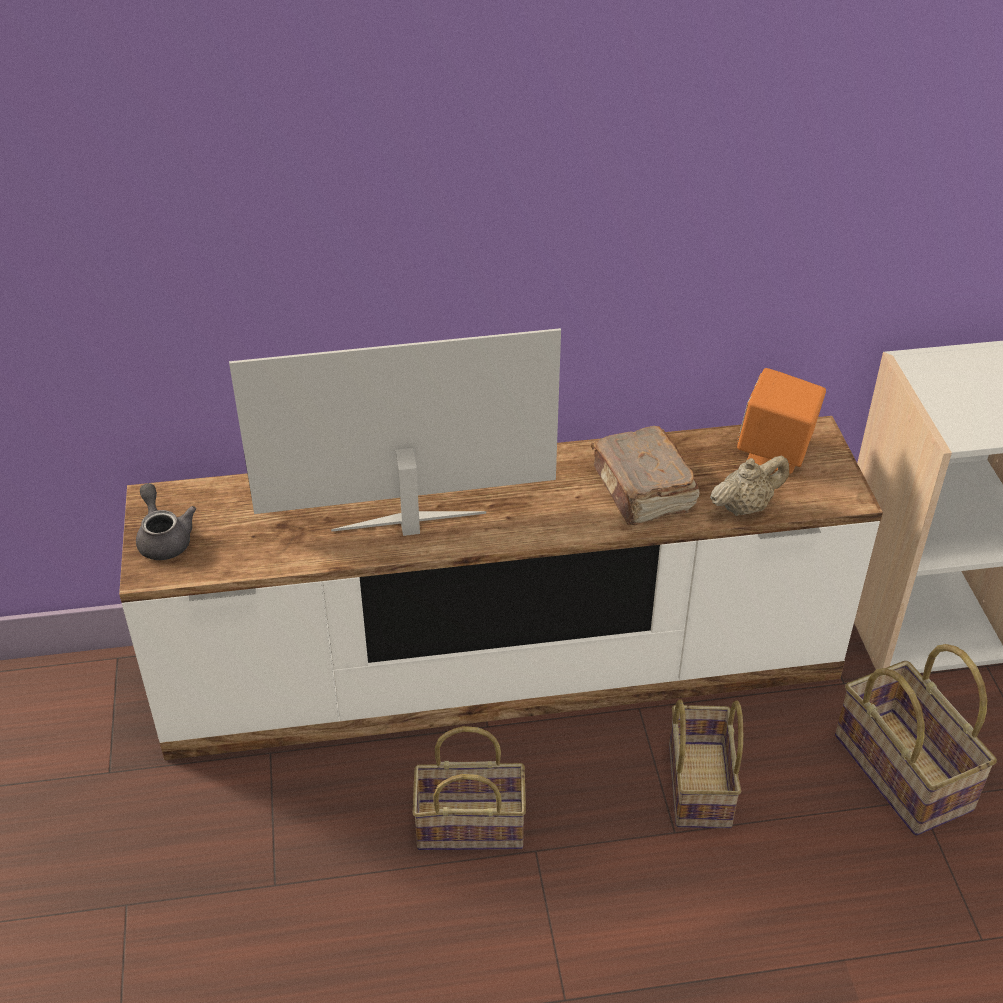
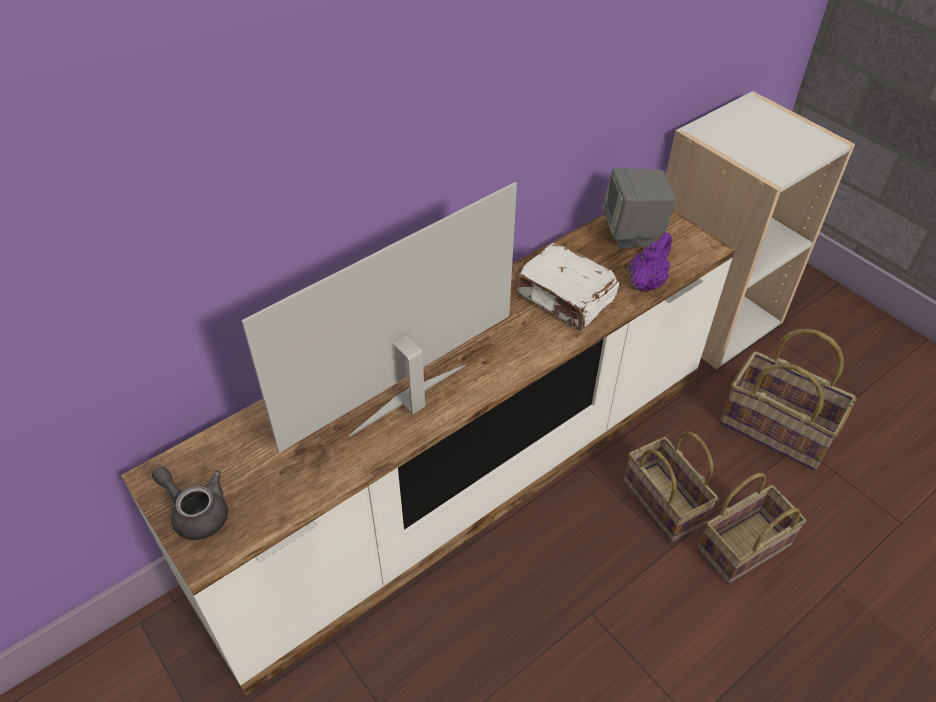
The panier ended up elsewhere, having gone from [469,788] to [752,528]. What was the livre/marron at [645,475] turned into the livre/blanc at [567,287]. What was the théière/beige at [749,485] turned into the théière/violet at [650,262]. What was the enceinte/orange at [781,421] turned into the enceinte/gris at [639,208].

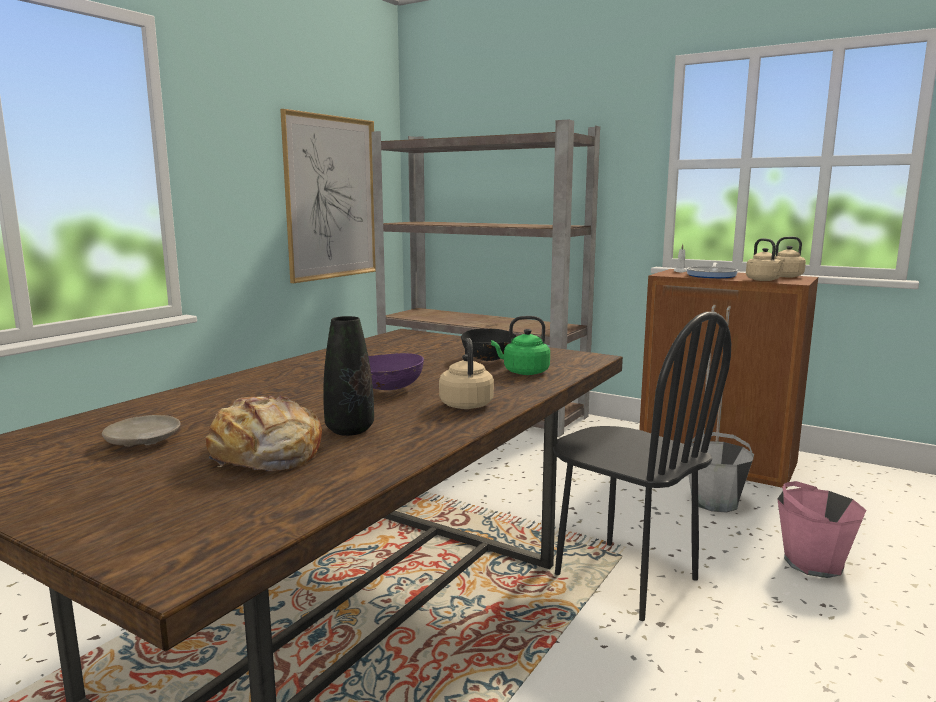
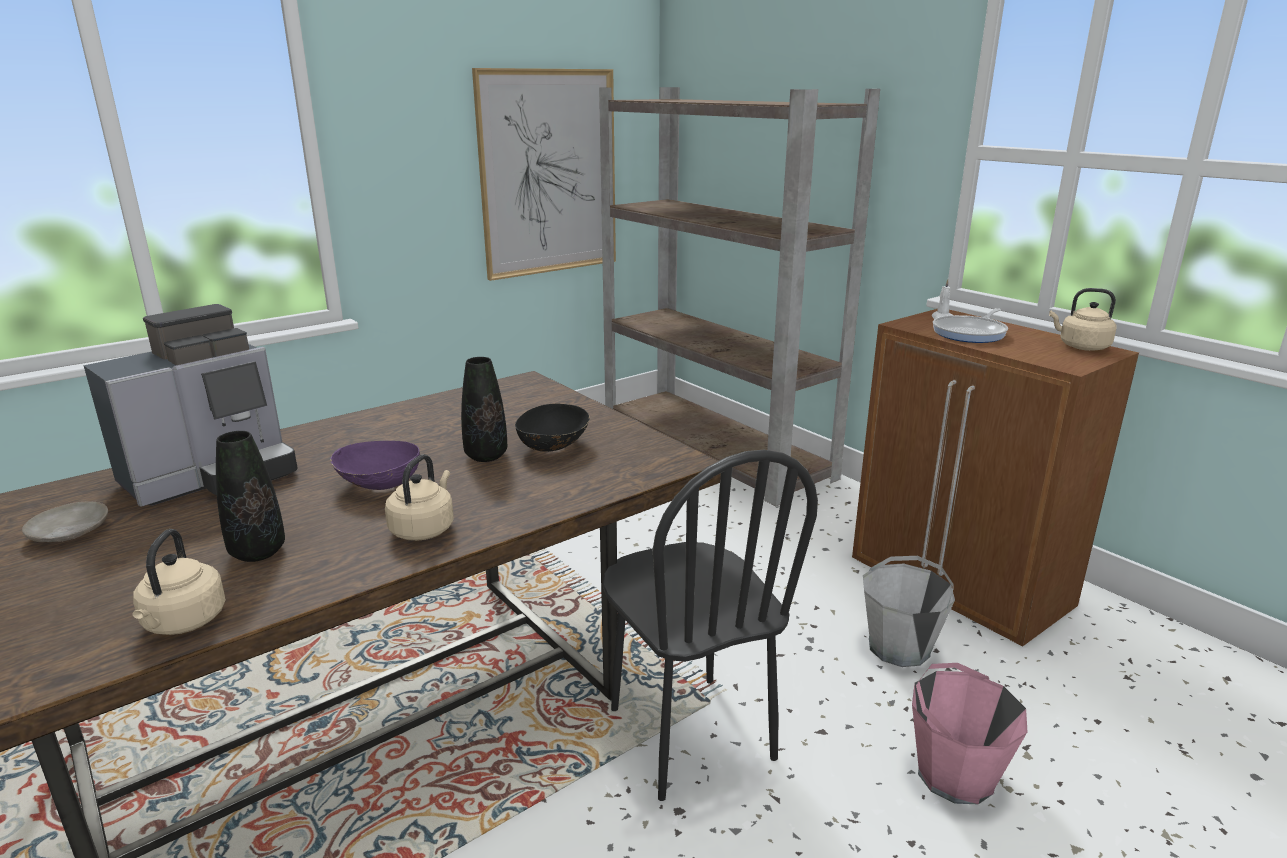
The second view lost the pain at [263,433]. The second view lost the bouilloire/vert at [520,345]. The bouilloire/beige ended up elsewhere, having gone from [765,259] to [179,582]. The second view gained the machine à café at [190,405]. The second view gained the vase/noir at [484,409].

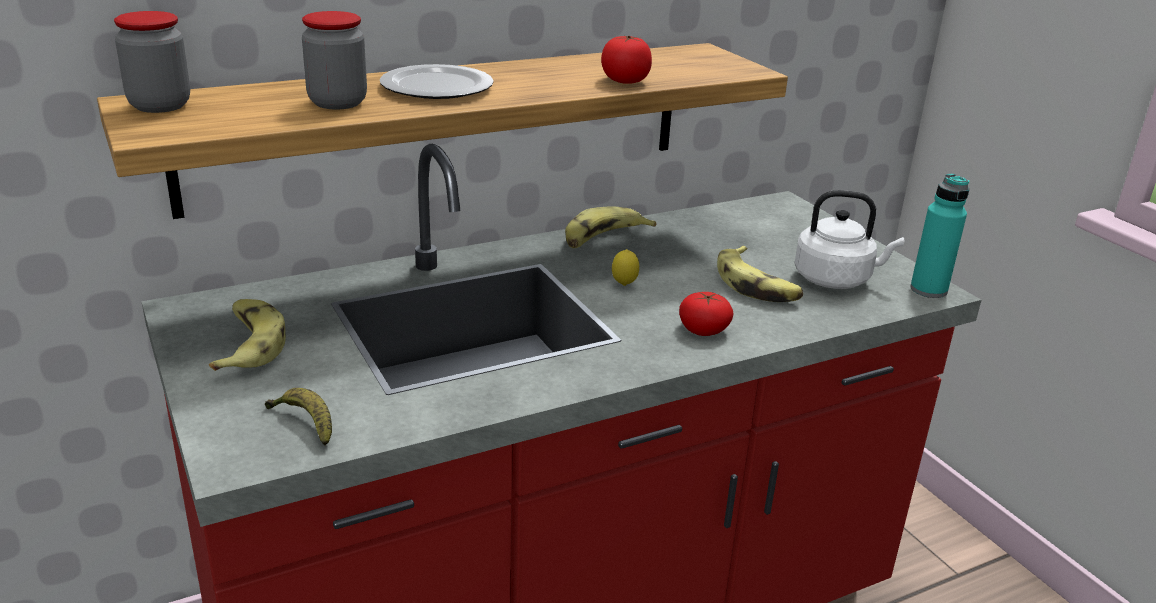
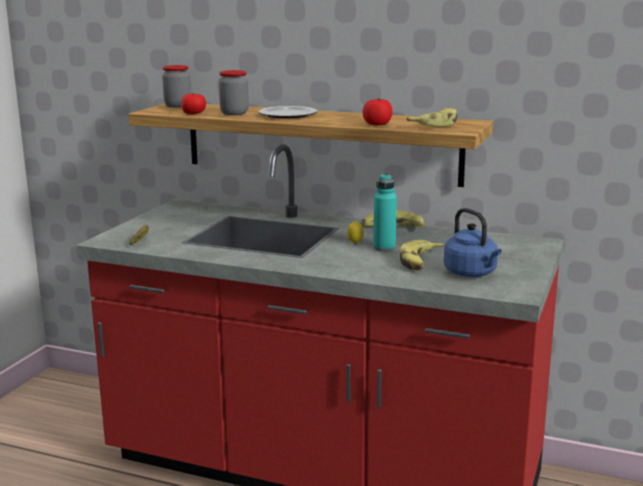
The banane ended up elsewhere, having gone from [247,335] to [431,117]. The tomate ended up elsewhere, having gone from [706,314] to [193,103]. What was the bouilloire/blanc at [849,239] turned into the bouilloire/bleu at [473,242]. The bouteille/turquoise ended up elsewhere, having gone from [940,236] to [385,213].

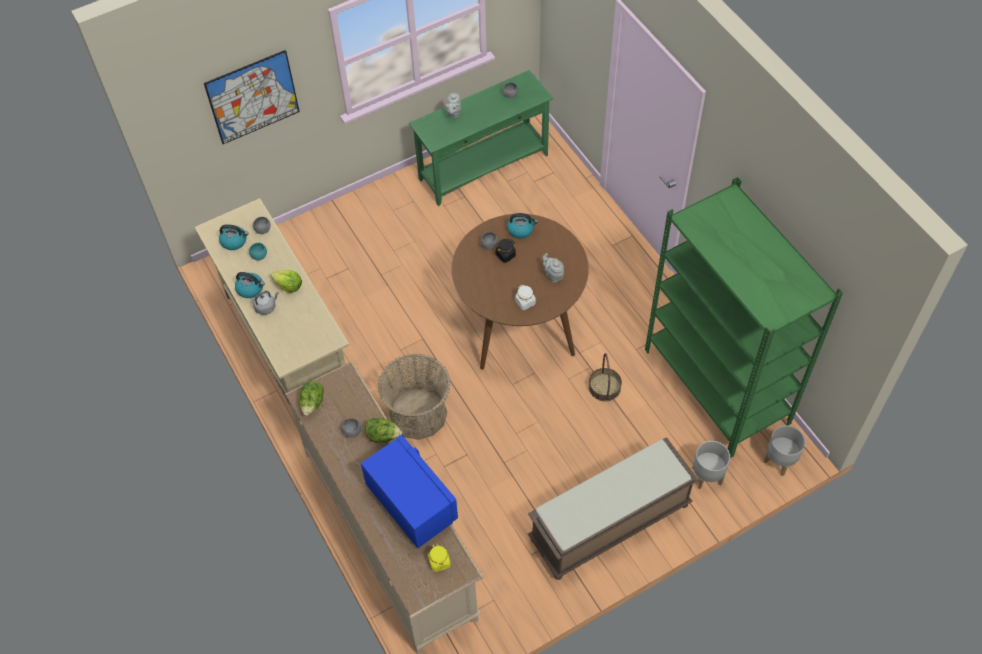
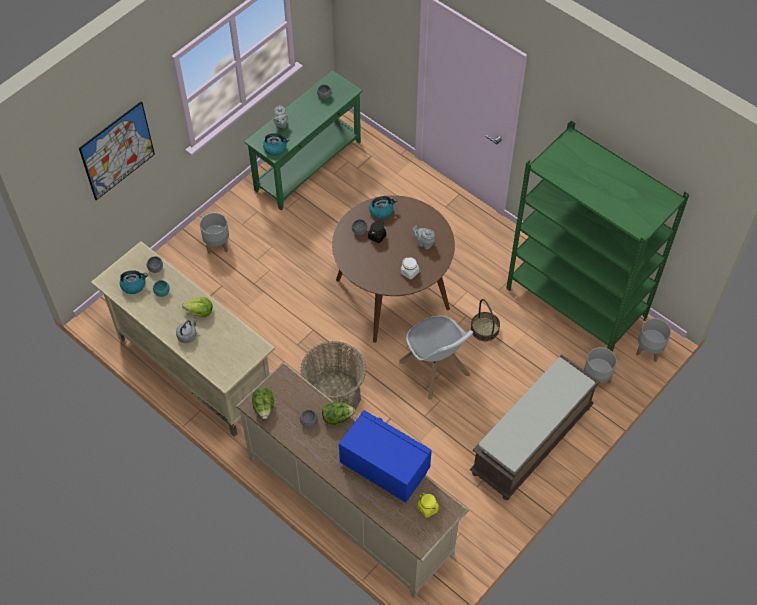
The bouilloire ended up elsewhere, having gone from [250,285] to [276,144]. The second view gained the cache-pot/gris at [214,233]. The second view gained the chaise at [436,357].

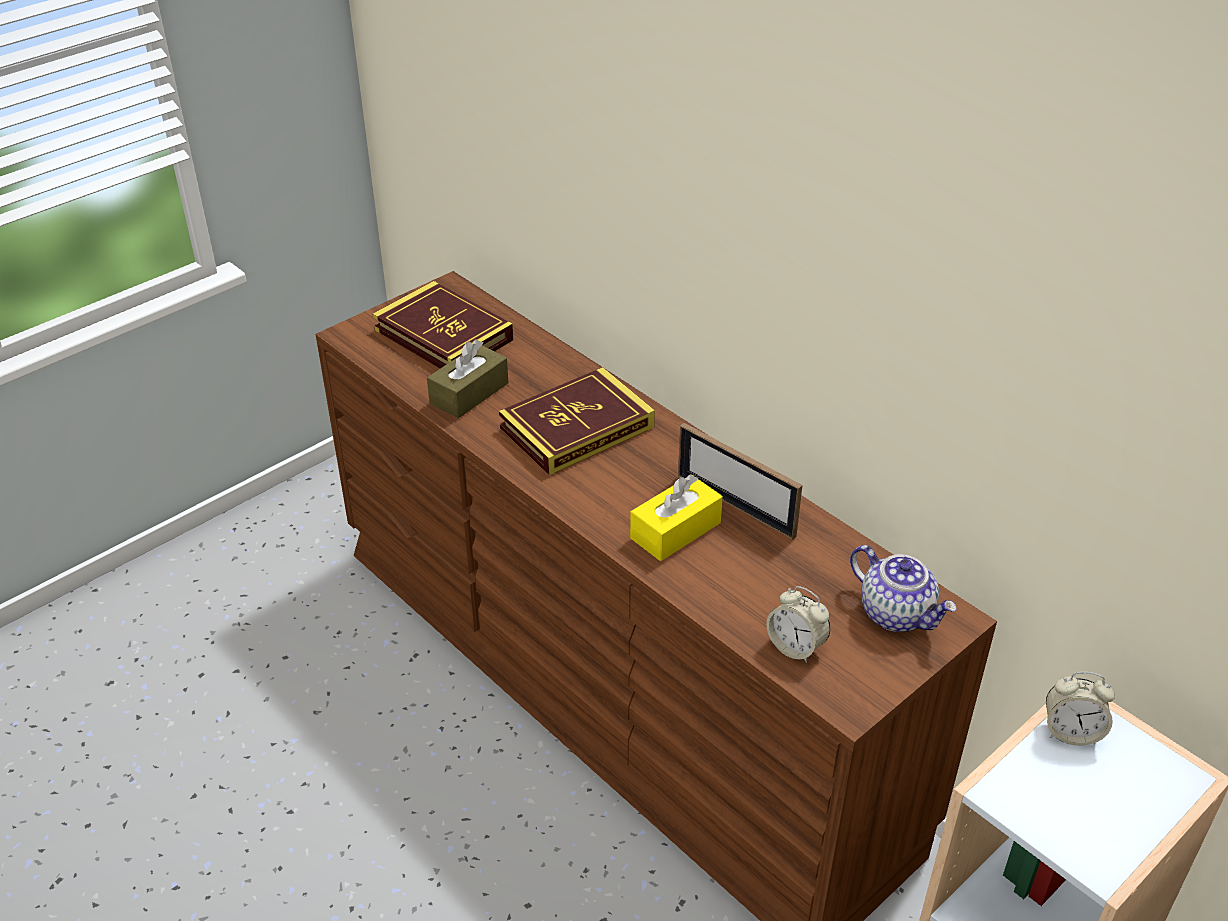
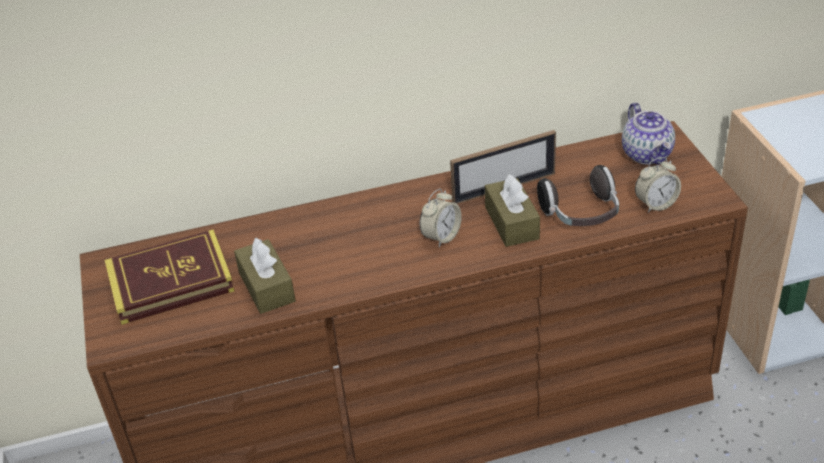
The second view lost the livre at [577,421]. What was the boîte à mouchoirs/jaune at [676,517] turned into the boîte à mouchoirs/marron at [512,210]. The théière at [903,588] ended up facing another way, 90 degrees clockwise from before. The réveil ended up elsewhere, having gone from [1080,709] to [441,218]. The second view gained the casque audio at [578,195].

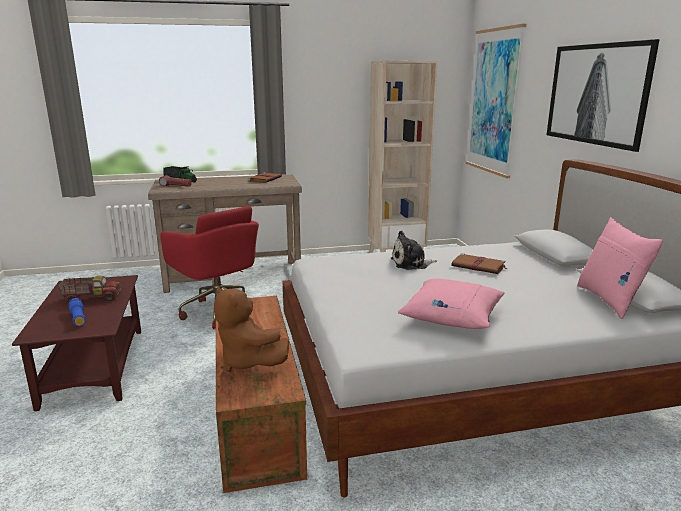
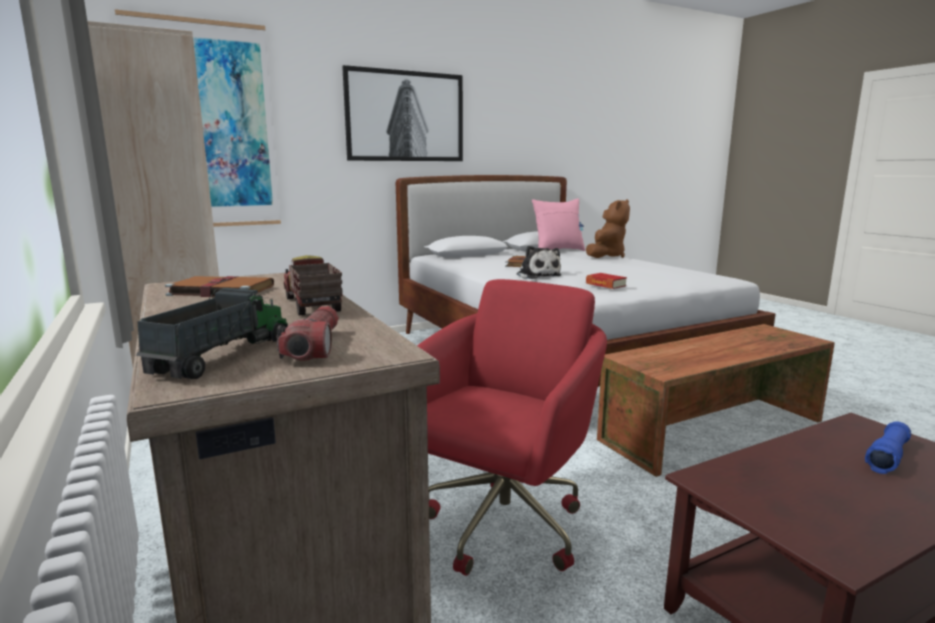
The camion jouet ended up elsewhere, having gone from [90,289] to [313,285]. The peluche/marron ended up elsewhere, having gone from [251,329] to [608,228]. The second view lost the coussin/rose at [451,303]. The second view gained the livre at [606,281].

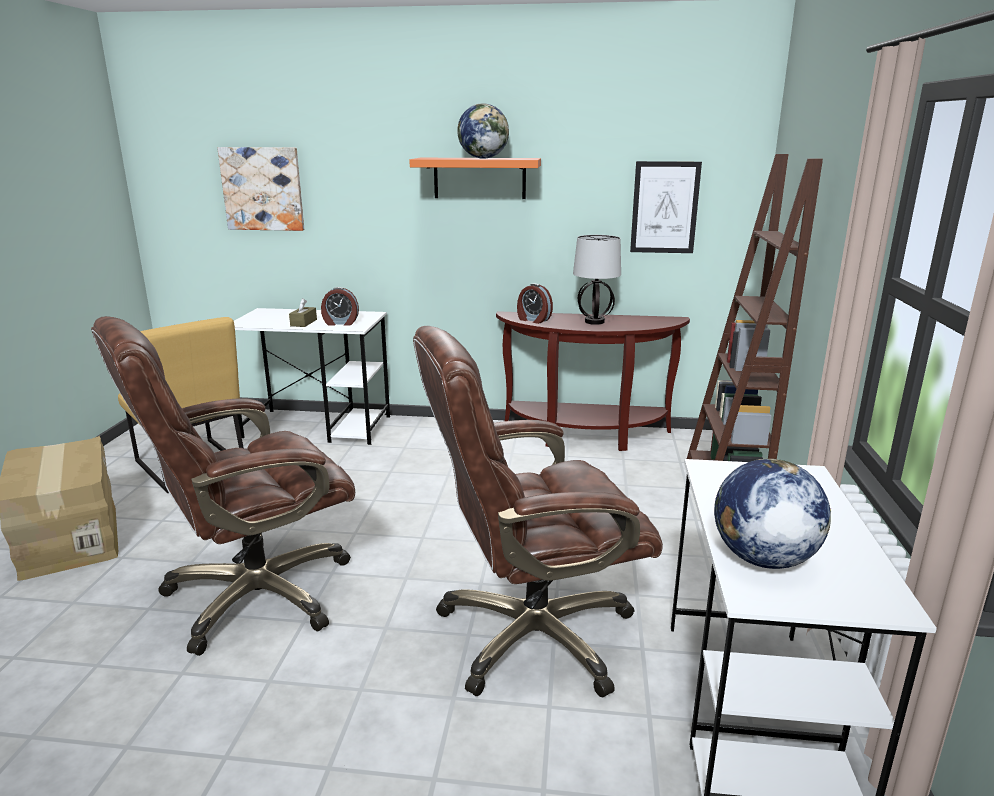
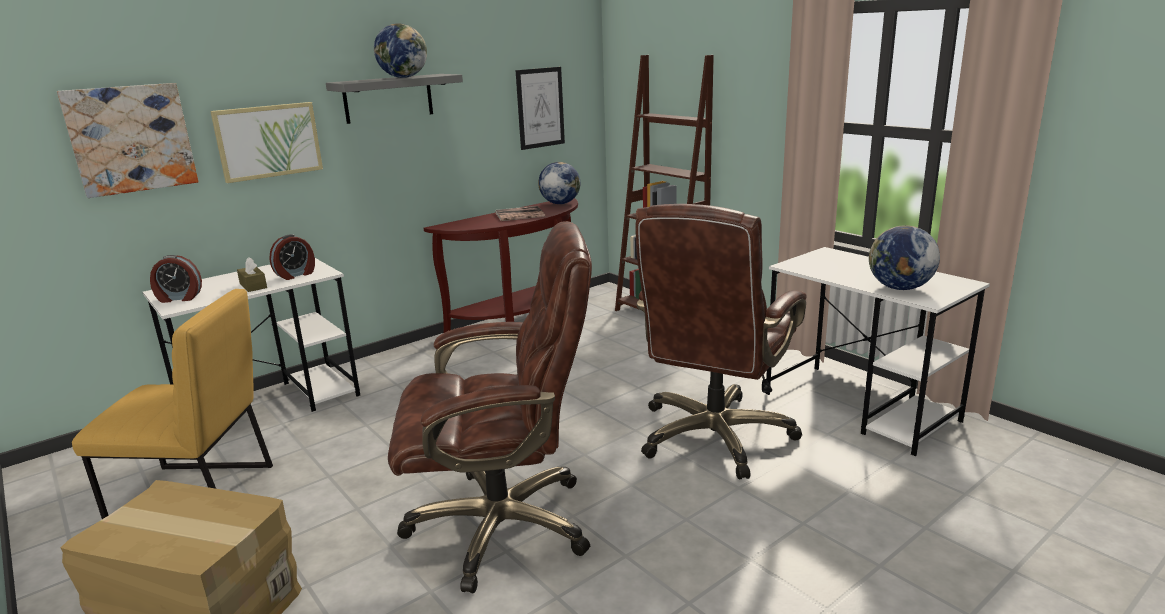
The chaise de bureau/marron at [223,486] ended up facing another way, 105 degrees counterclockwise from before. What was the étagère/orange at [475,178] turned into the étagère/gris at [394,99]. The réveil ended up elsewhere, having gone from [535,304] to [176,279]. Where the lampe de table stood at [597,280], the livre came to stand at [520,213]. The second view gained the tableau at [266,142]. The second view gained the globe at [559,183].

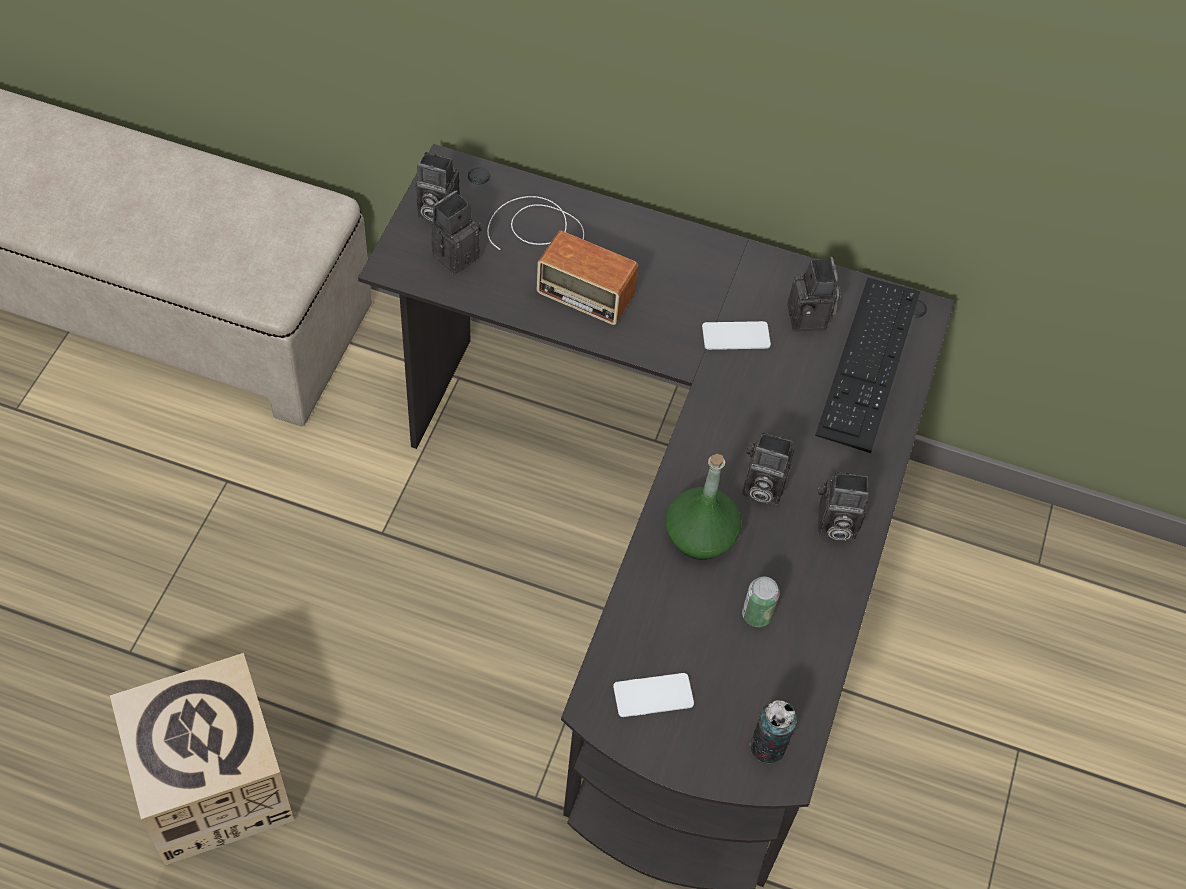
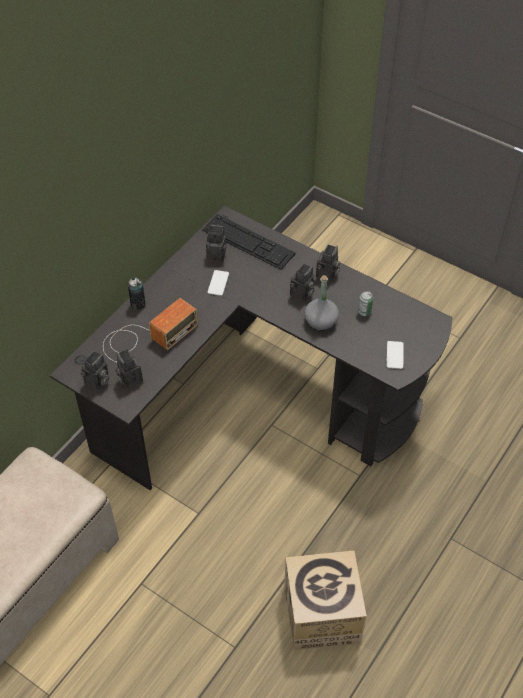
What was the bouteille/vert at [704,506] turned into the bouteille/gris at [321,303]. The boîte métallique ended up elsewhere, having gone from [773,732] to [137,294].

